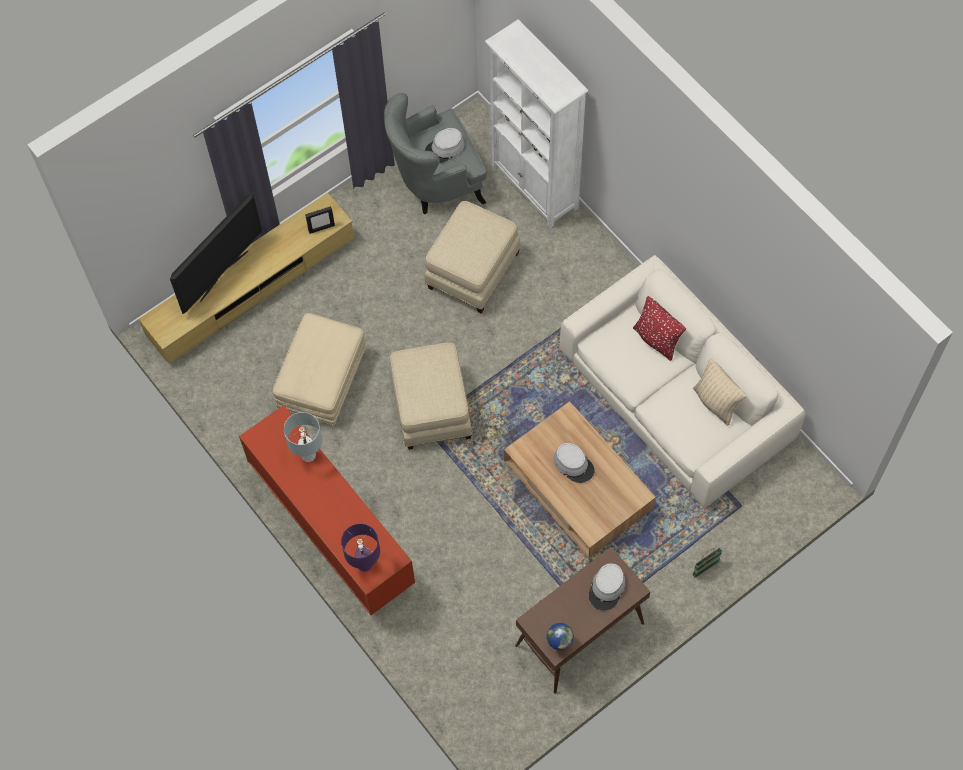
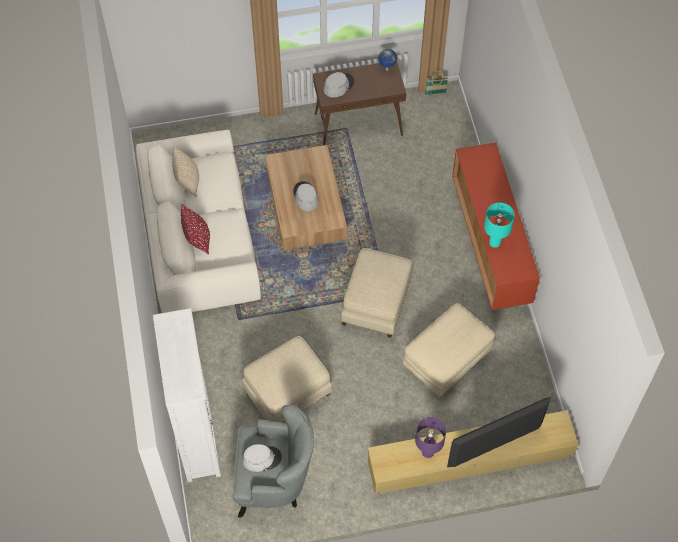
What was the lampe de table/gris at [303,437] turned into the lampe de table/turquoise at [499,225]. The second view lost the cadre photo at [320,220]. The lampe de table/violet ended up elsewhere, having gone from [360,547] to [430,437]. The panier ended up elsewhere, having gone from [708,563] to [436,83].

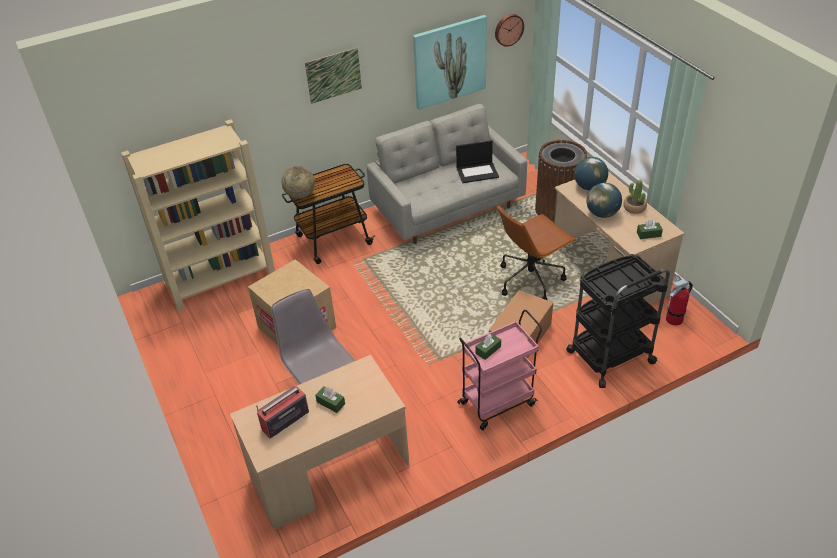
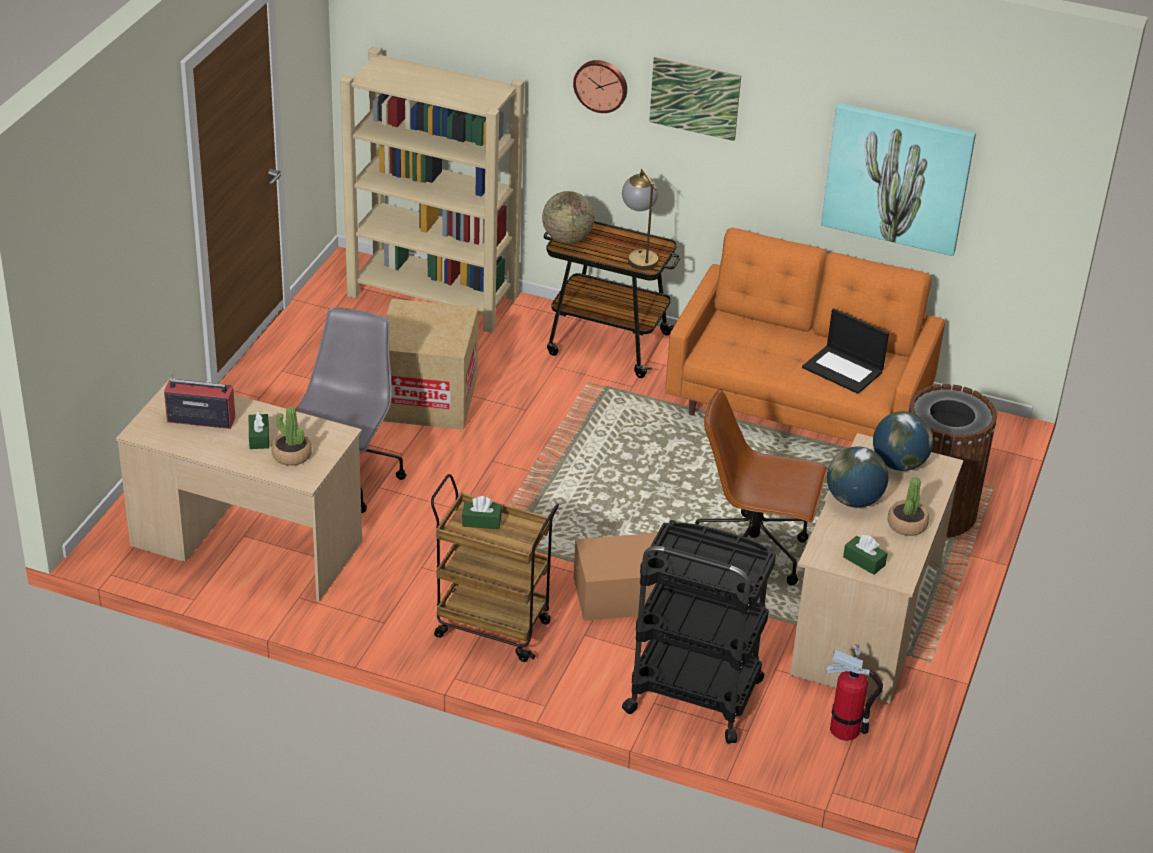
What was the canapé/gris at [446,174] turned into the canapé/orange at [805,335]. What was the chariot/rose at [499,370] turned into the chariot/marron at [495,568]. The horloge murale ended up elsewhere, having gone from [509,30] to [600,86]. The second view gained the plante en pot at [291,436]. The second view gained the lampe de table at [640,219].

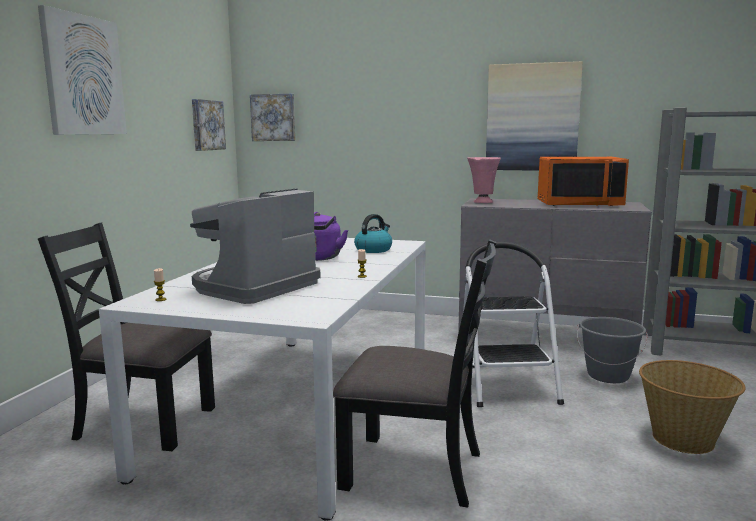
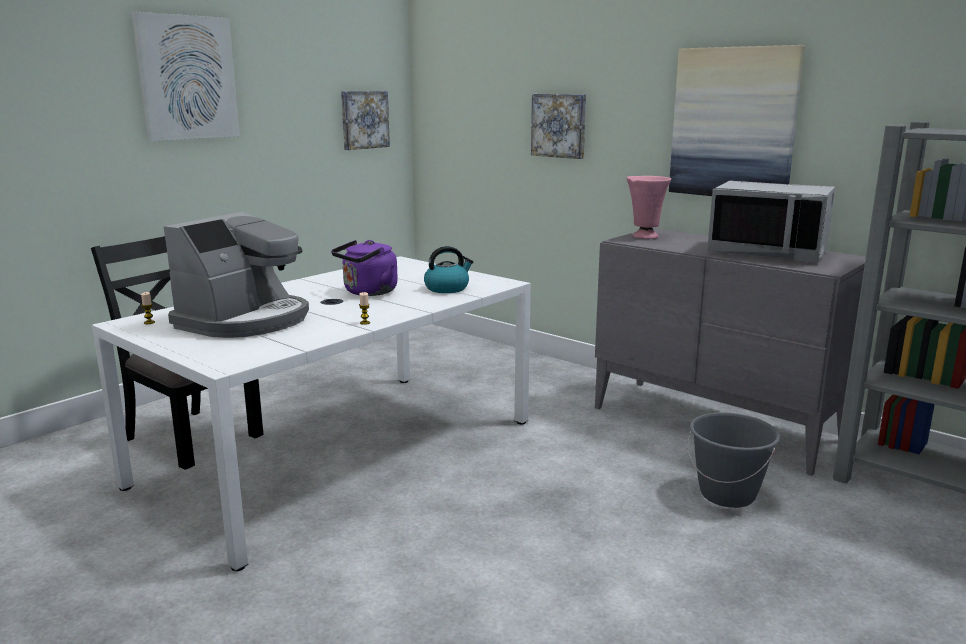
The machine à café at [255,246] ended up facing another way, 150 degrees clockwise from before. The tableau ended up elsewhere, having gone from [272,117] to [558,126]. The second view lost the chaise/noir at [415,373]. The second view lost the escabeau at [513,324]. What was the micro-ondes/orange at [583,181] turned into the micro-ondes/gris at [771,221]. The second view lost the panier at [692,407].

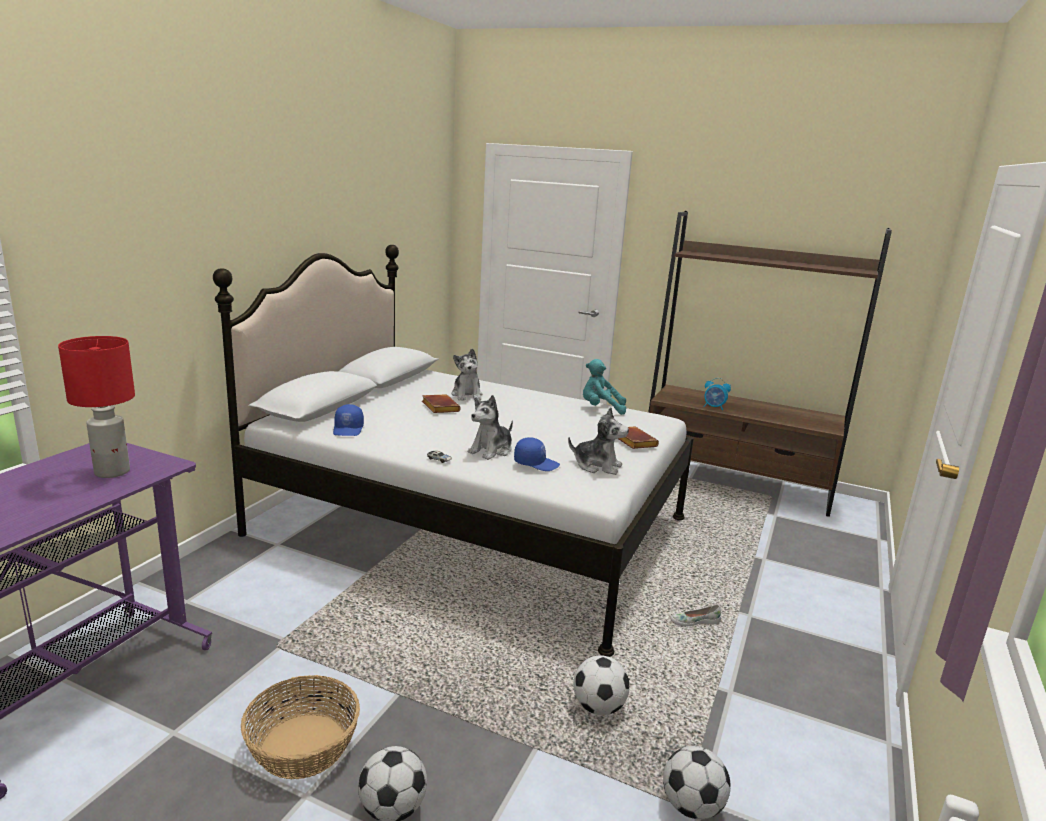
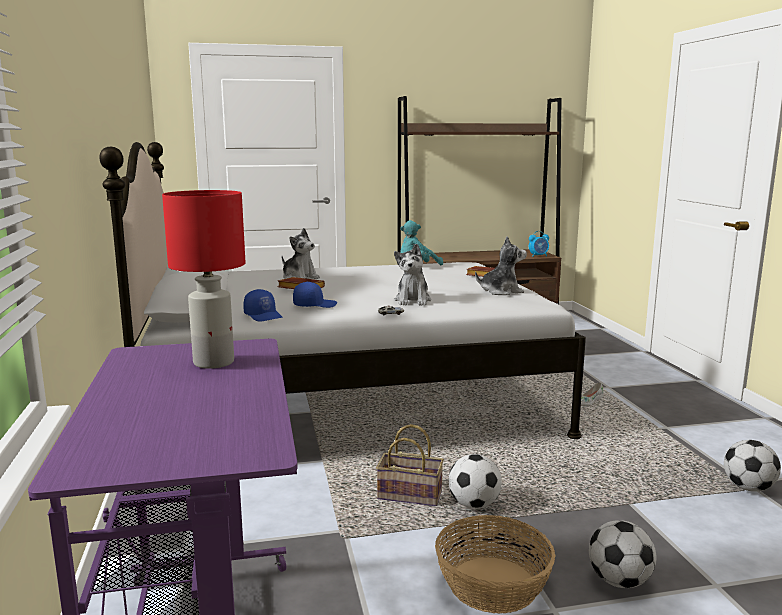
The casquette/bleu ended up elsewhere, having gone from [537,454] to [315,295]. The ballon de foot ended up elsewhere, having gone from [602,685] to [475,481]. The réveil ended up elsewhere, having gone from [717,394] to [539,244]. The second view gained the panier at [410,465].

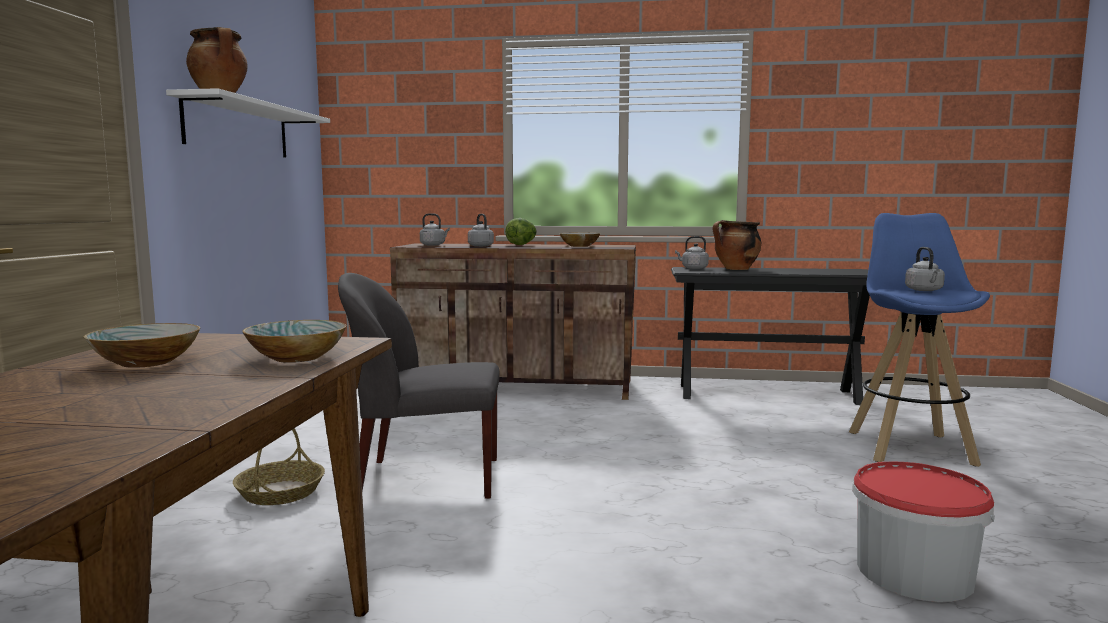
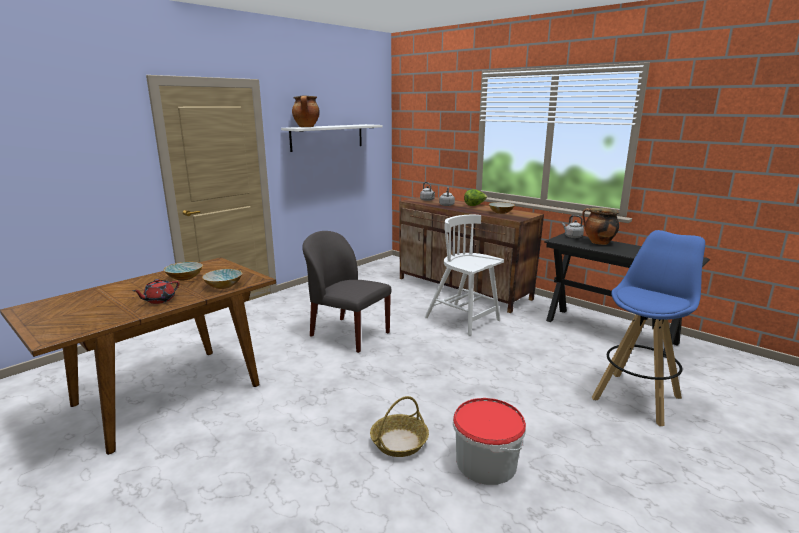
The panier ended up elsewhere, having gone from [279,466] to [399,426]. The second view lost the bouilloire/gris at [925,269]. The second view gained the théière/rouge at [155,291]. The second view gained the chaise/blanc at [464,275].

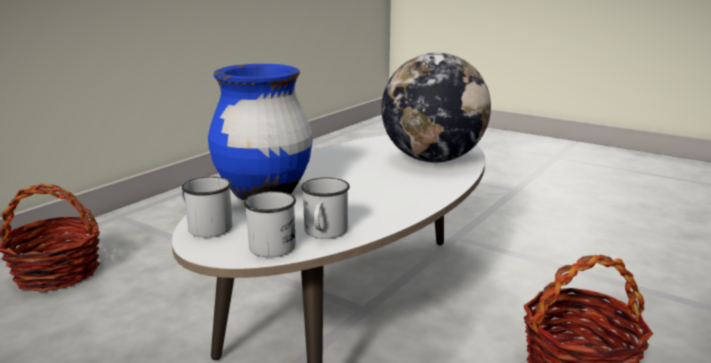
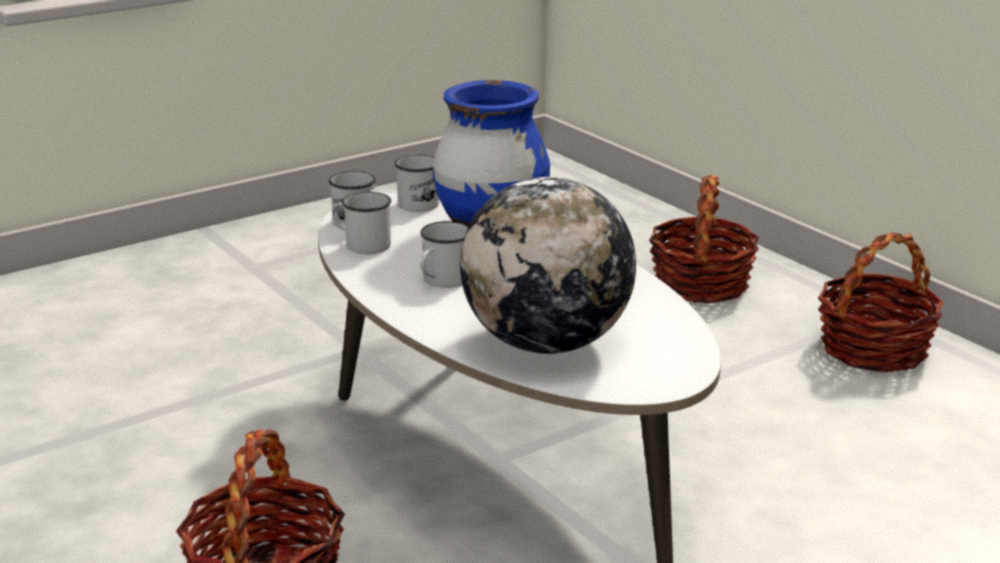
The second view gained the mug/blanc at [444,254]. The second view gained the panier at [881,302].

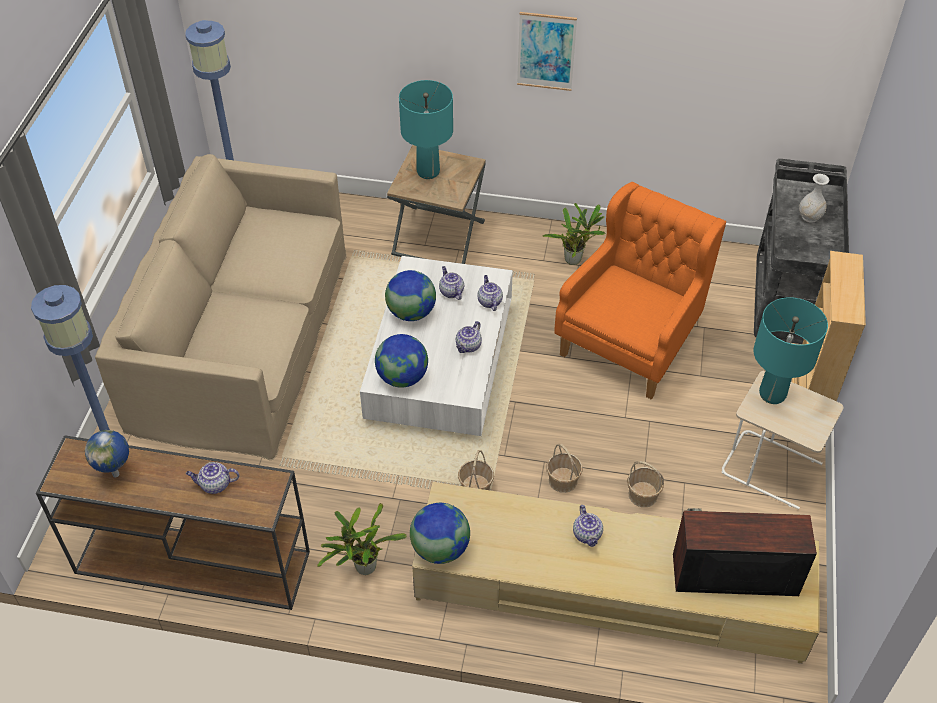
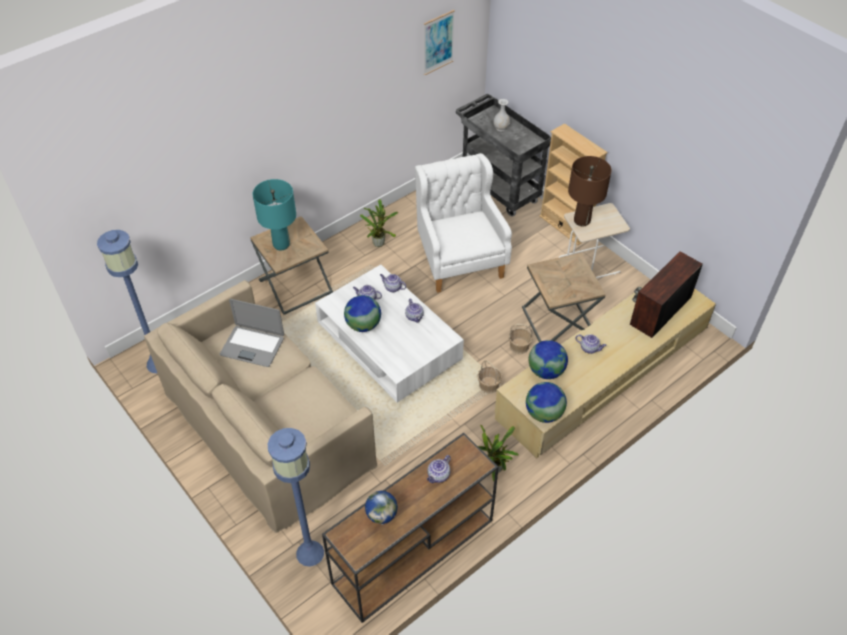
The globe ended up elsewhere, having gone from [401,361] to [548,359]. The tableau ended up elsewhere, having gone from [547,51] to [439,42]. What was the fauteuil/orange at [640,291] turned into the fauteuil/blanc at [463,223]. Where the panier stood at [645,484], the table d'appoint/marron came to stand at [564,297]. What was the lampe de table/turquoise at [791,350] turned into the lampe de table/marron at [590,191]. The second view gained the ordinateur portable at [252,333].

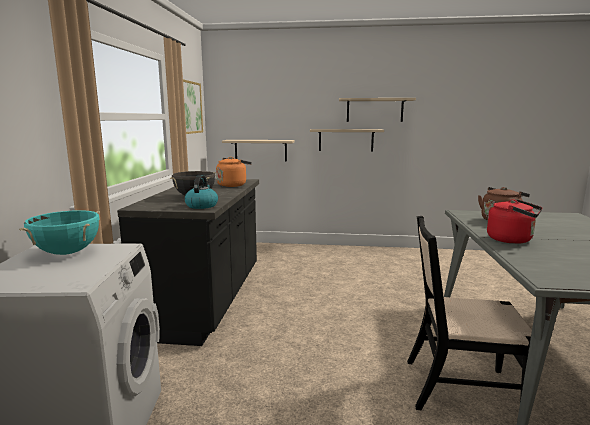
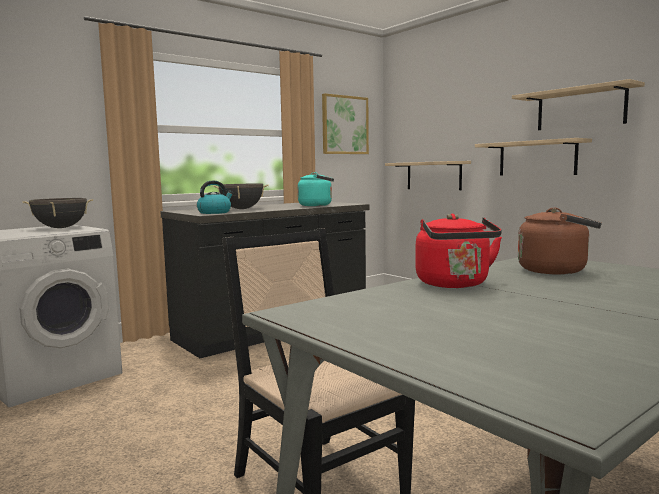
What was the marmite/turquoise at [59,232] turned into the marmite/noir at [57,213]. What was the bouilloire/orange at [234,172] turned into the bouilloire/turquoise at [316,189].

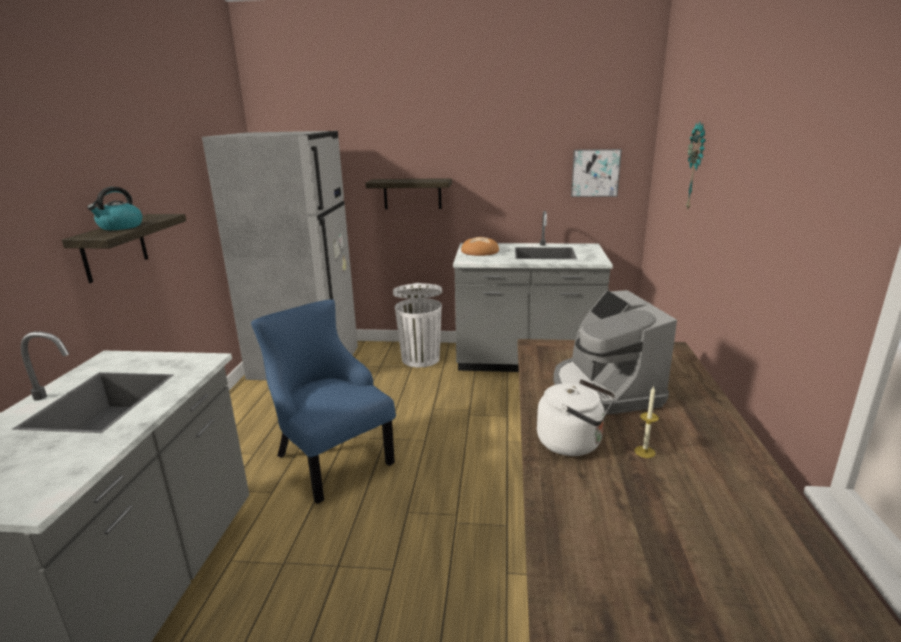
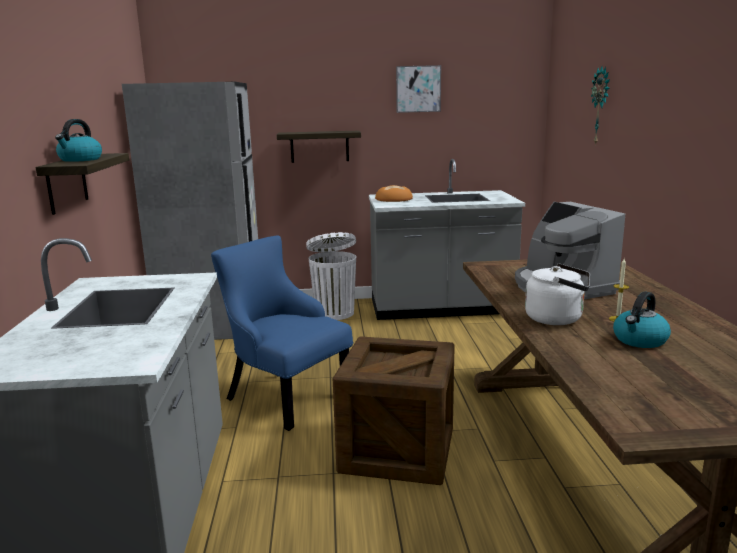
The tableau ended up elsewhere, having gone from [596,173] to [418,89]. The second view gained the caisse at [394,410]. The second view gained the bouilloire at [642,320].

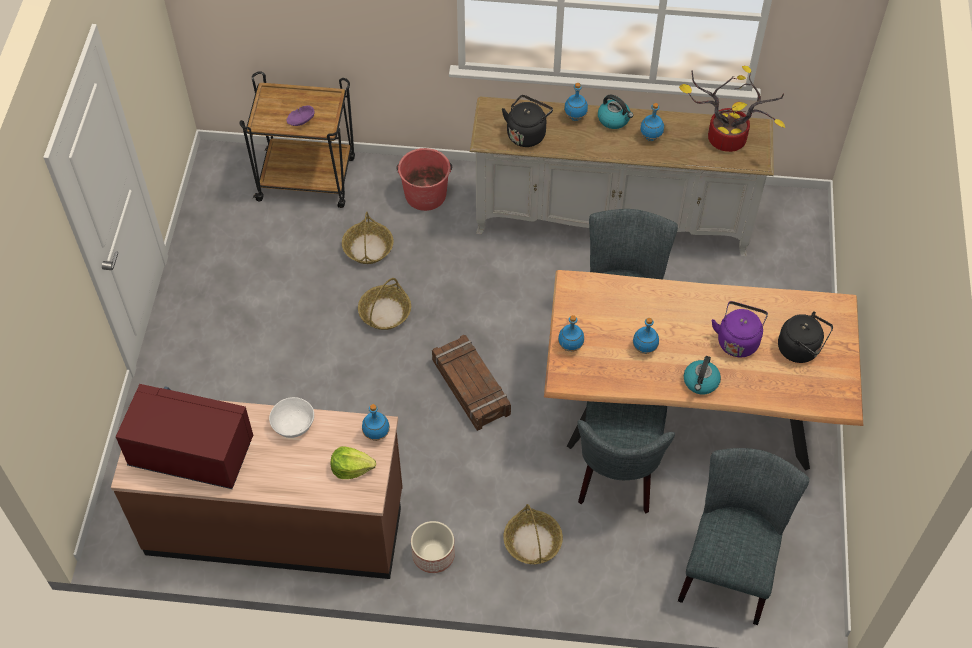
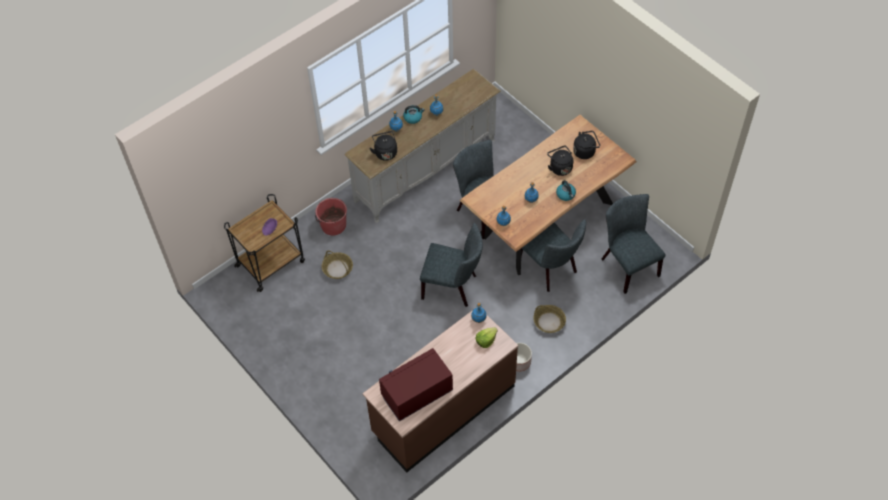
The second view lost the bol/blanc at [291,417]. The second view lost the panier at [384,304]. Where the caisse stood at [471,383], the chaise/gris came to stand at [451,265]. The second view lost the plante en pot at [732,109]. What was the bouilloire/violet at [740,329] turned into the bouilloire/noir at [560,161].

